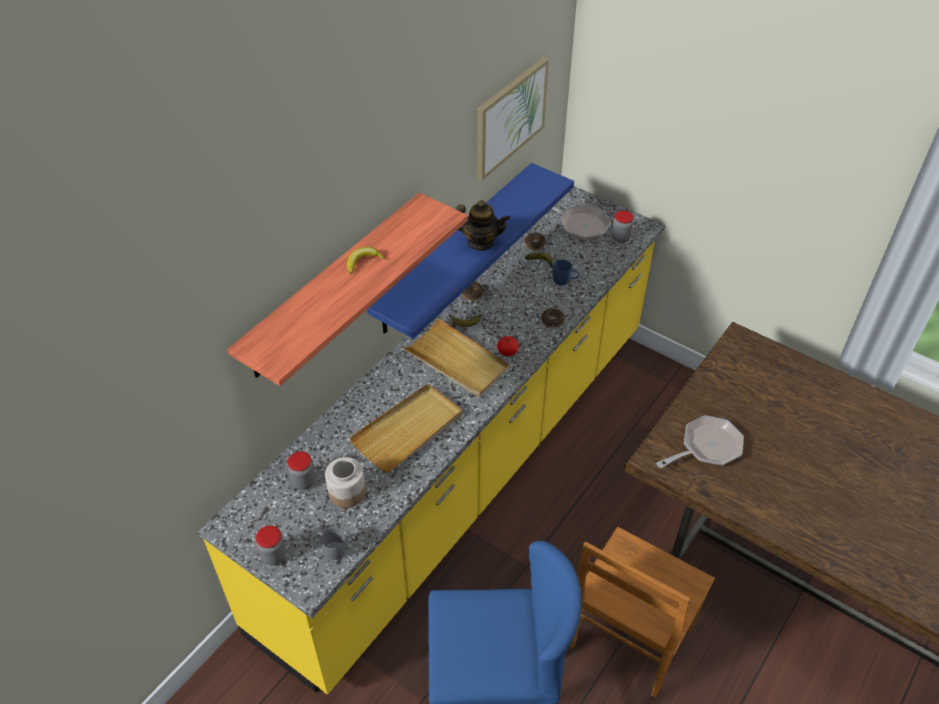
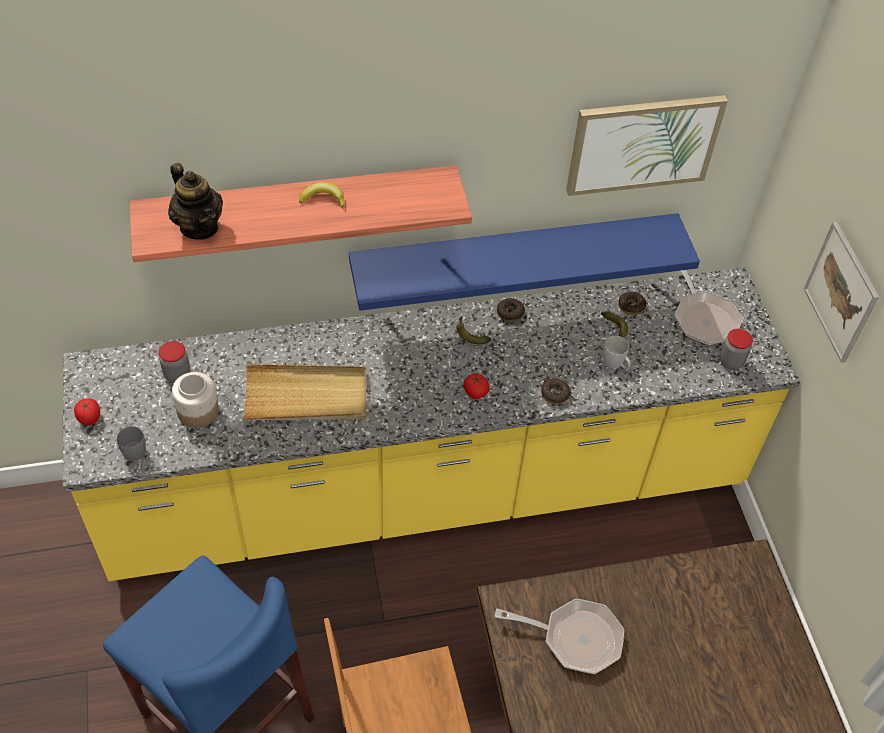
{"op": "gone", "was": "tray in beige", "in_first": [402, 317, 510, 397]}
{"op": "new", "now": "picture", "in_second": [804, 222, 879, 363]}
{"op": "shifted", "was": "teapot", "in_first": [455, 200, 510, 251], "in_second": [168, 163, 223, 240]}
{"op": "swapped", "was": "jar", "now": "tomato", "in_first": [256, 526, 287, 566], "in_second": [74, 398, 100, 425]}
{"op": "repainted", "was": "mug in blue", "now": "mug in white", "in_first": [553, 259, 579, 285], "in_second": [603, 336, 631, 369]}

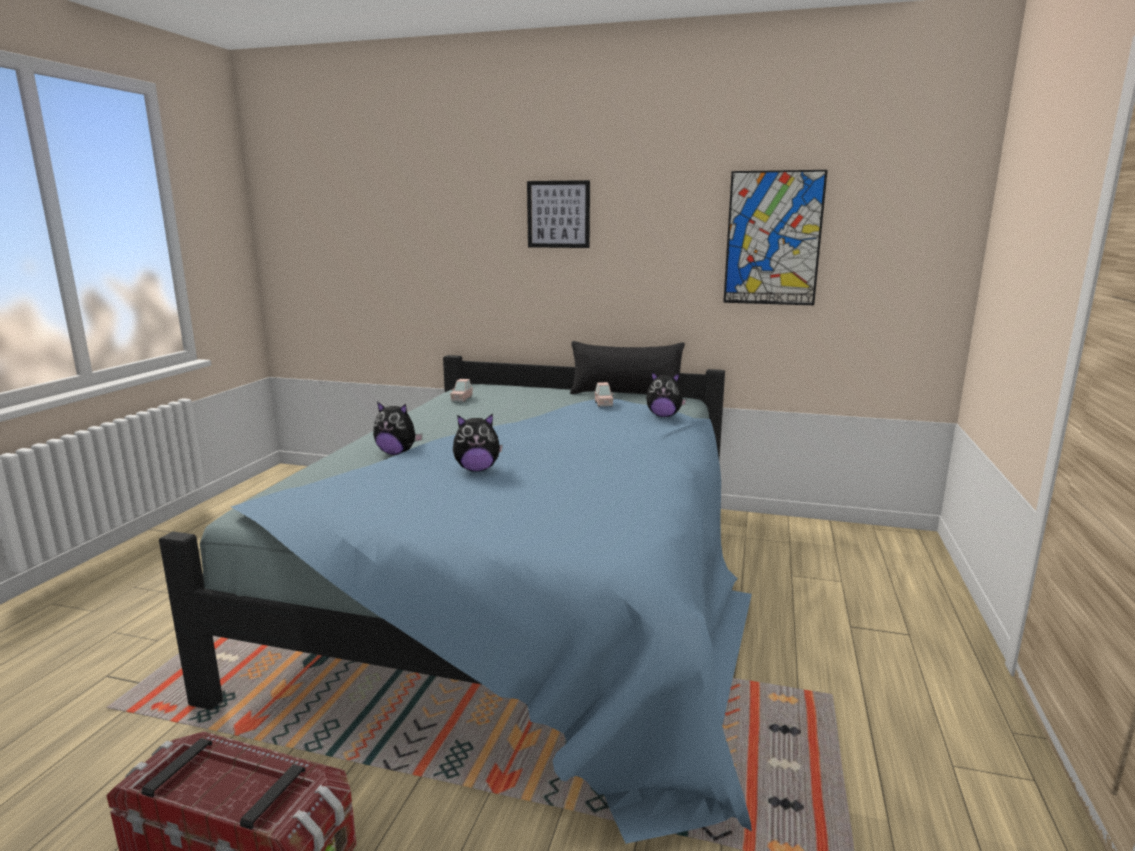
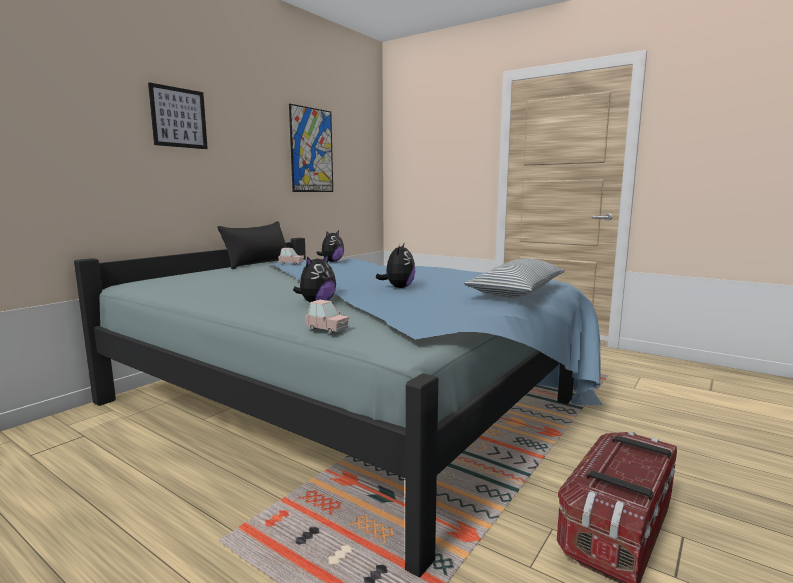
{"op": "new", "now": "pillow", "in_second": [464, 258, 565, 298]}
{"op": "shifted", "was": "toy car in pink", "in_first": [450, 379, 473, 402], "in_second": [305, 300, 349, 333]}

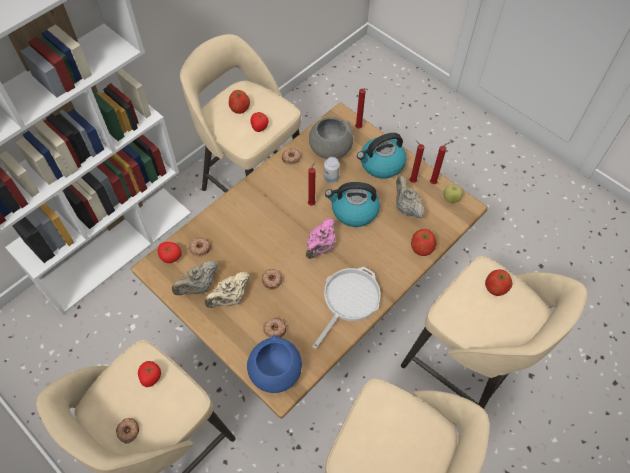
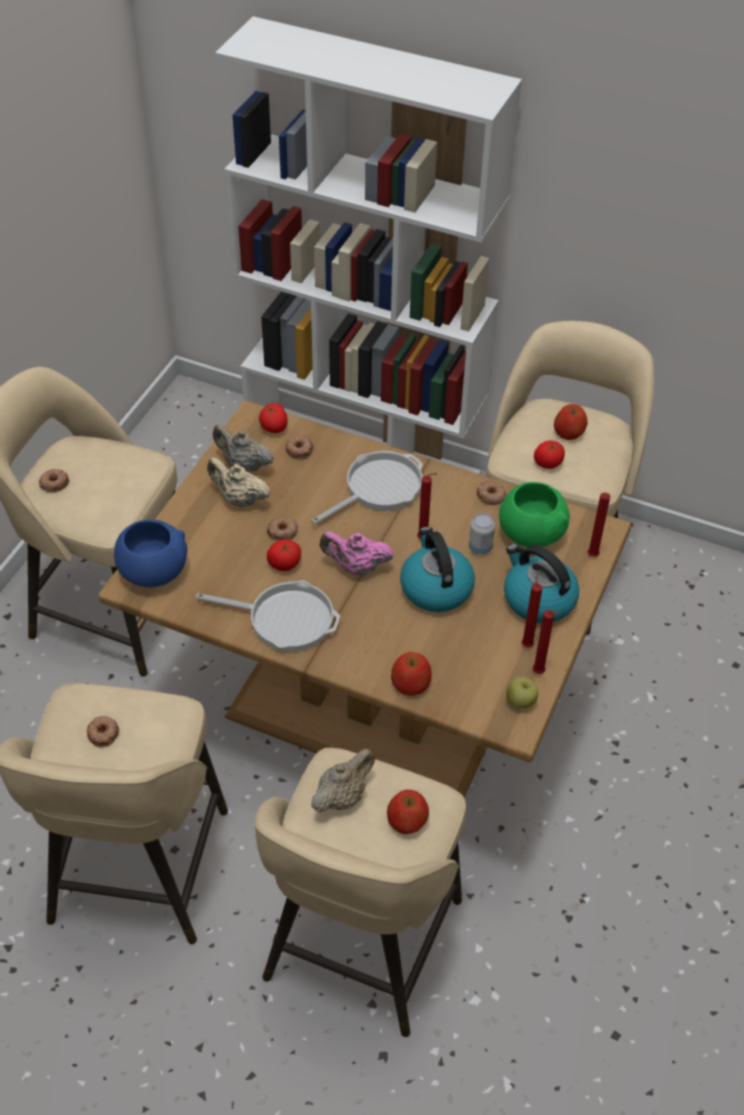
{"op": "new", "now": "frying pan", "in_second": [311, 451, 423, 524]}
{"op": "shifted", "was": "tomato", "in_first": [138, 361, 161, 387], "in_second": [267, 539, 301, 571]}
{"op": "shifted", "was": "donut", "in_first": [263, 318, 286, 338], "in_second": [87, 716, 119, 748]}
{"op": "shifted", "was": "teapot in beige", "in_first": [396, 176, 425, 218], "in_second": [311, 749, 375, 813]}
{"op": "repainted", "was": "bowl in grey", "now": "bowl in green", "in_first": [309, 117, 353, 159], "in_second": [499, 482, 570, 547]}

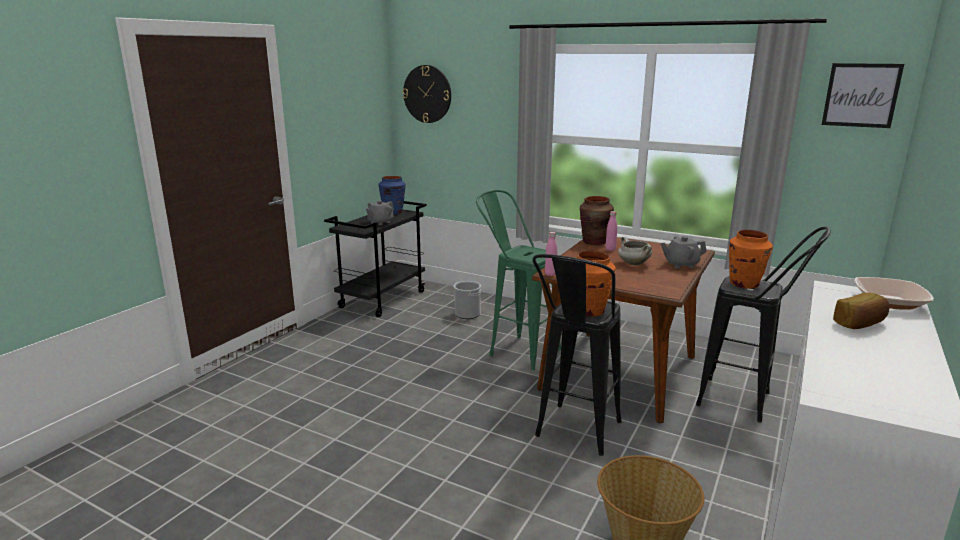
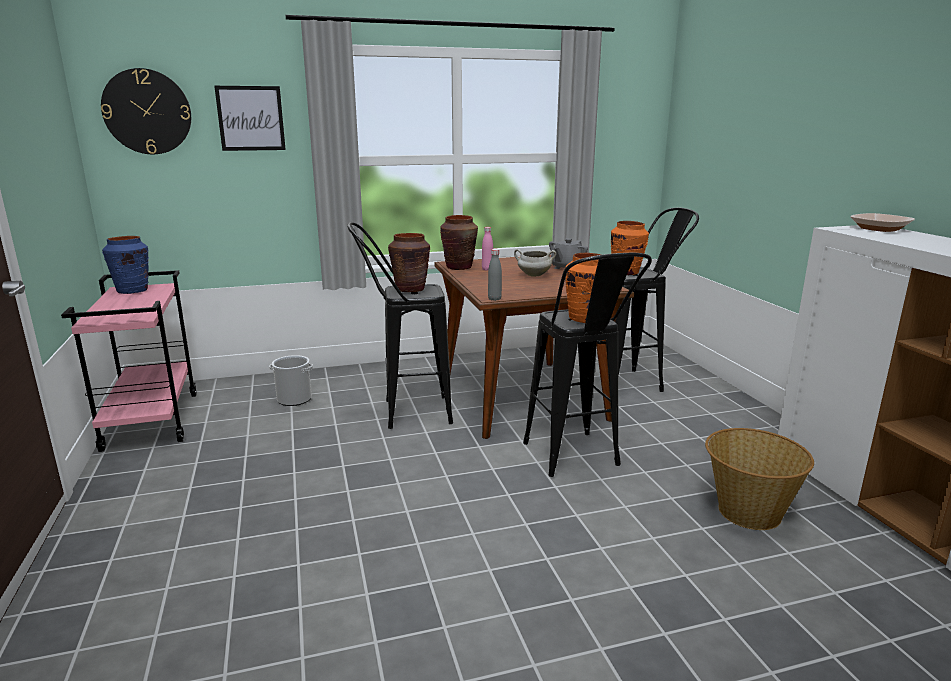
{"op": "gone", "was": "teapot in grey", "in_first": [366, 200, 394, 225]}
{"op": "gone", "was": "bread", "in_first": [833, 293, 889, 329]}
{"op": "new", "now": "vase in brown", "in_second": [388, 233, 430, 292]}
{"op": "shifted", "was": "picture", "in_first": [822, 63, 904, 128], "in_second": [214, 86, 286, 151]}
{"op": "repainted", "was": "cart in black", "now": "cart in pink", "in_first": [324, 201, 427, 317], "in_second": [61, 270, 197, 452]}
{"op": "repainted", "was": "stool in green", "now": "stool in black", "in_first": [476, 190, 561, 370], "in_second": [347, 222, 453, 429]}
{"op": "repainted", "was": "bottle in pink", "now": "bottle in grey", "in_first": [545, 232, 557, 276], "in_second": [488, 249, 502, 301]}

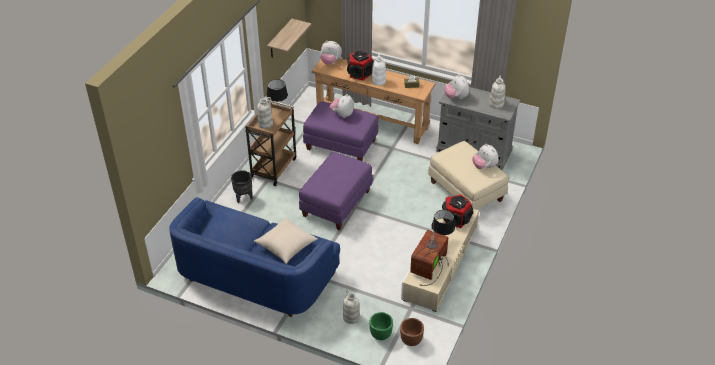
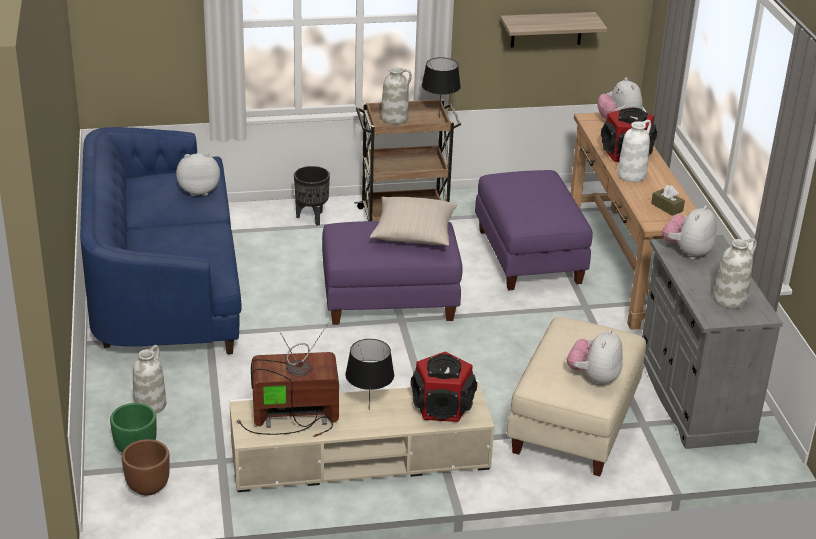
{"op": "shifted", "was": "pillow in beige", "in_first": [253, 217, 318, 264], "in_second": [370, 197, 457, 246]}
{"op": "shifted", "was": "plush toy", "in_first": [330, 94, 354, 118], "in_second": [176, 153, 220, 196]}

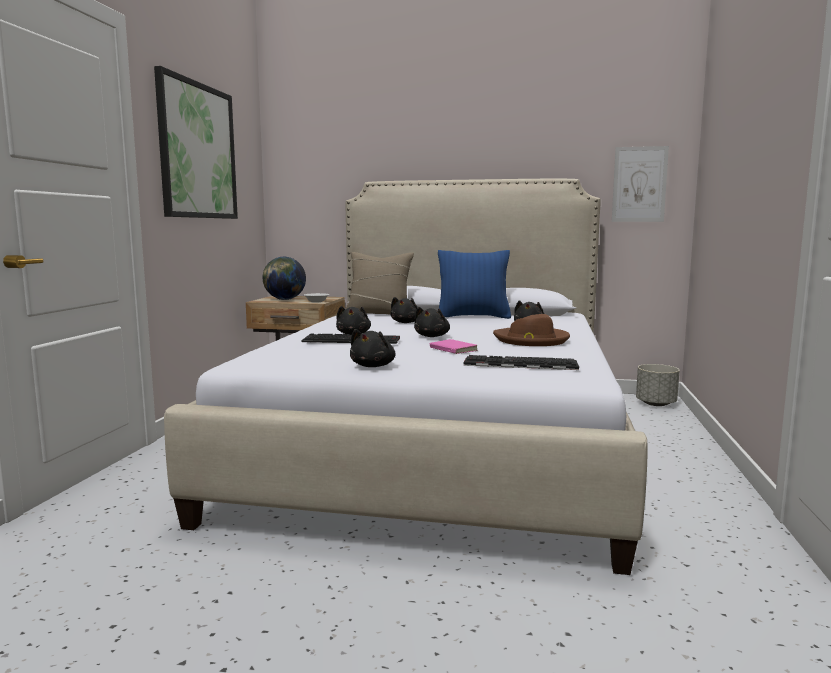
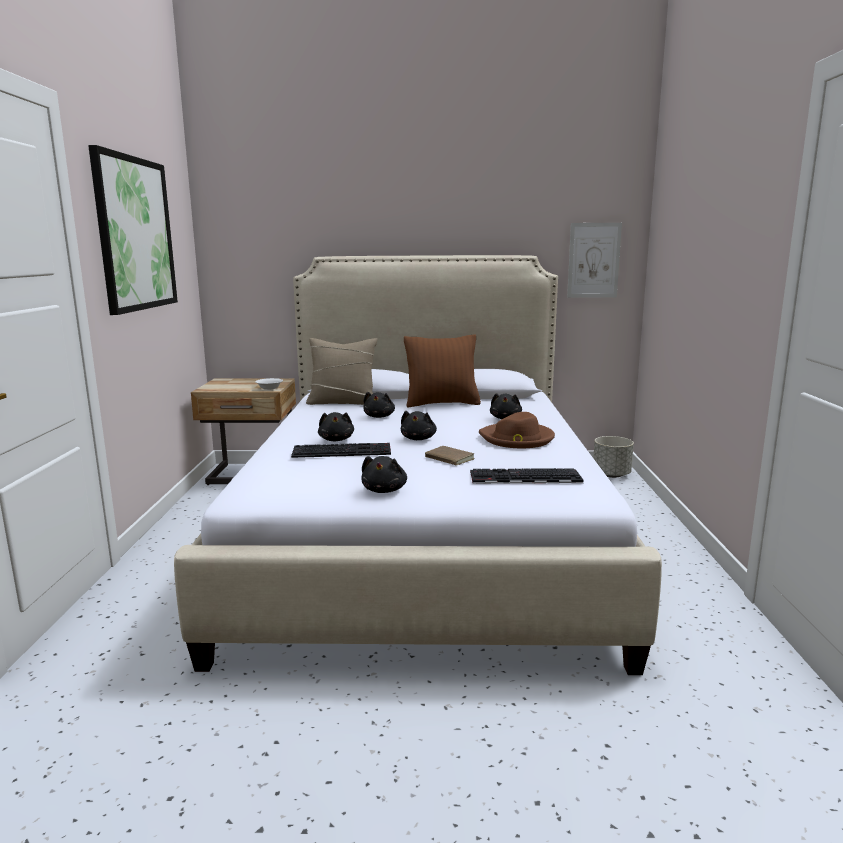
{"op": "gone", "was": "globe", "in_first": [262, 257, 306, 300]}
{"op": "repainted", "was": "book in pink", "now": "book in brown", "in_first": [430, 339, 478, 354], "in_second": [425, 446, 475, 466]}
{"op": "repainted", "was": "pillow in blue", "now": "pillow in brown", "in_first": [438, 250, 511, 319], "in_second": [404, 334, 481, 407]}

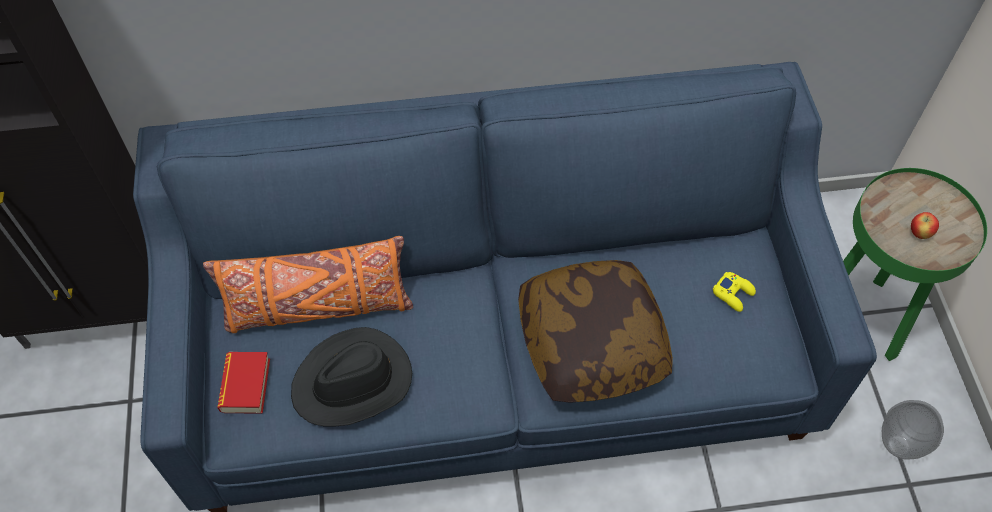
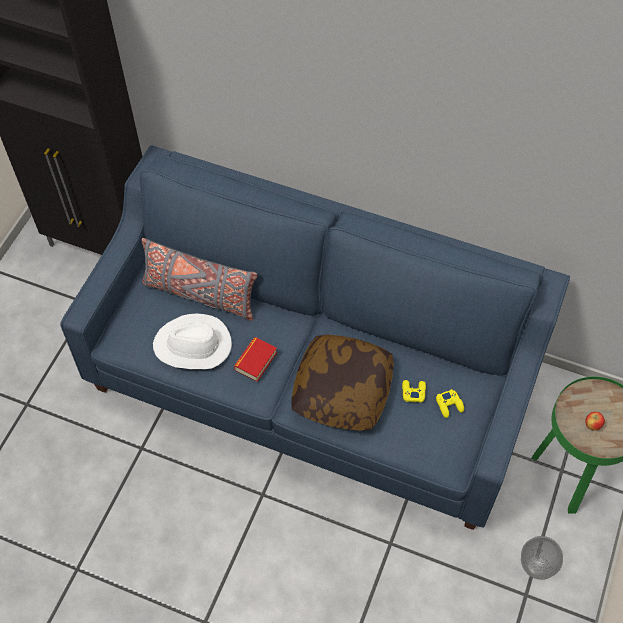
{"op": "new", "now": "game controller in yellow", "in_second": [402, 380, 426, 403]}
{"op": "shifted", "was": "book", "in_first": [218, 352, 270, 414], "in_second": [234, 337, 277, 382]}
{"op": "repainted", "was": "pillow in orange", "now": "pillow in grey", "in_first": [203, 236, 413, 333], "in_second": [141, 238, 257, 321]}
{"op": "repainted", "was": "hat in black", "now": "hat in white", "in_first": [291, 327, 412, 426], "in_second": [153, 313, 232, 369]}

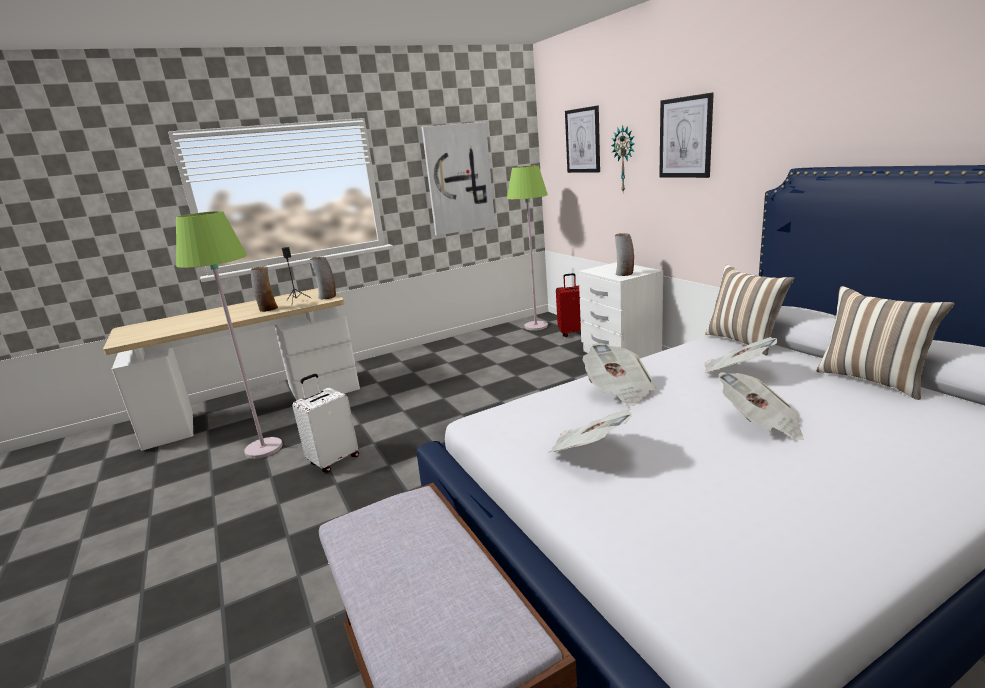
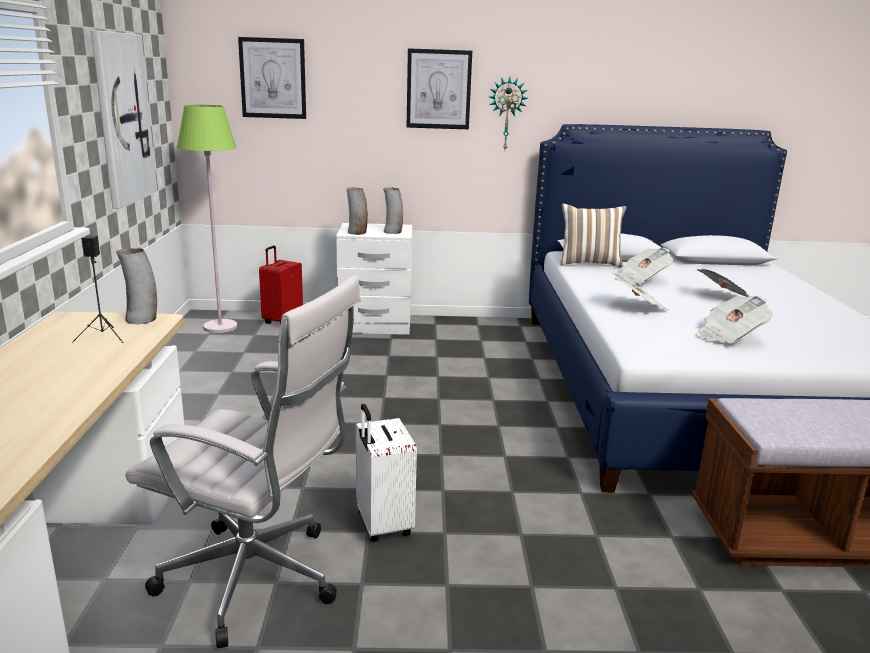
{"op": "gone", "was": "pillow", "in_first": [817, 286, 954, 400]}
{"op": "shifted", "was": "vase", "in_first": [251, 266, 278, 312], "in_second": [347, 187, 368, 235]}
{"op": "shifted", "was": "wall clock", "in_first": [611, 126, 635, 192], "in_second": [489, 77, 528, 150]}
{"op": "swapped", "was": "floor lamp in green", "now": "office chair in white", "in_first": [176, 211, 283, 459], "in_second": [126, 275, 361, 648]}

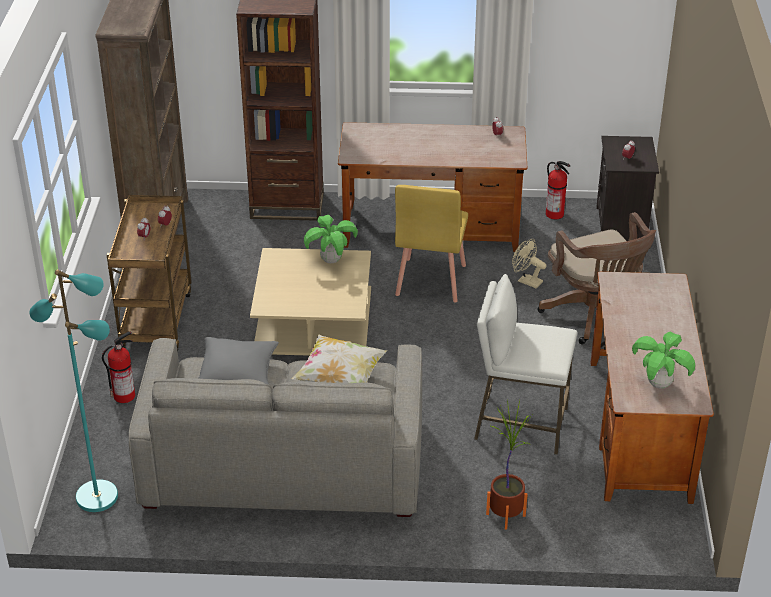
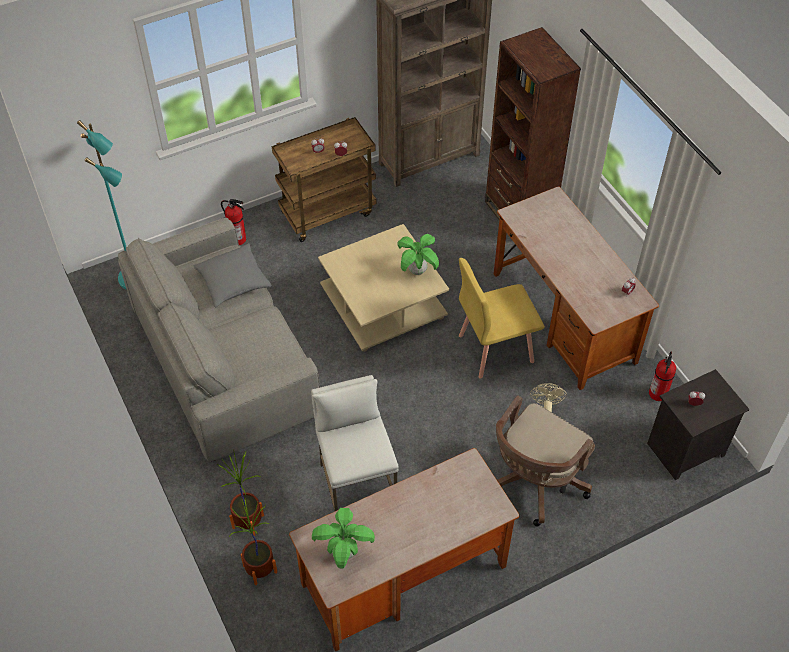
{"op": "gone", "was": "pillow", "in_first": [291, 335, 387, 383]}
{"op": "new", "now": "potted plant", "in_second": [229, 499, 277, 585]}

